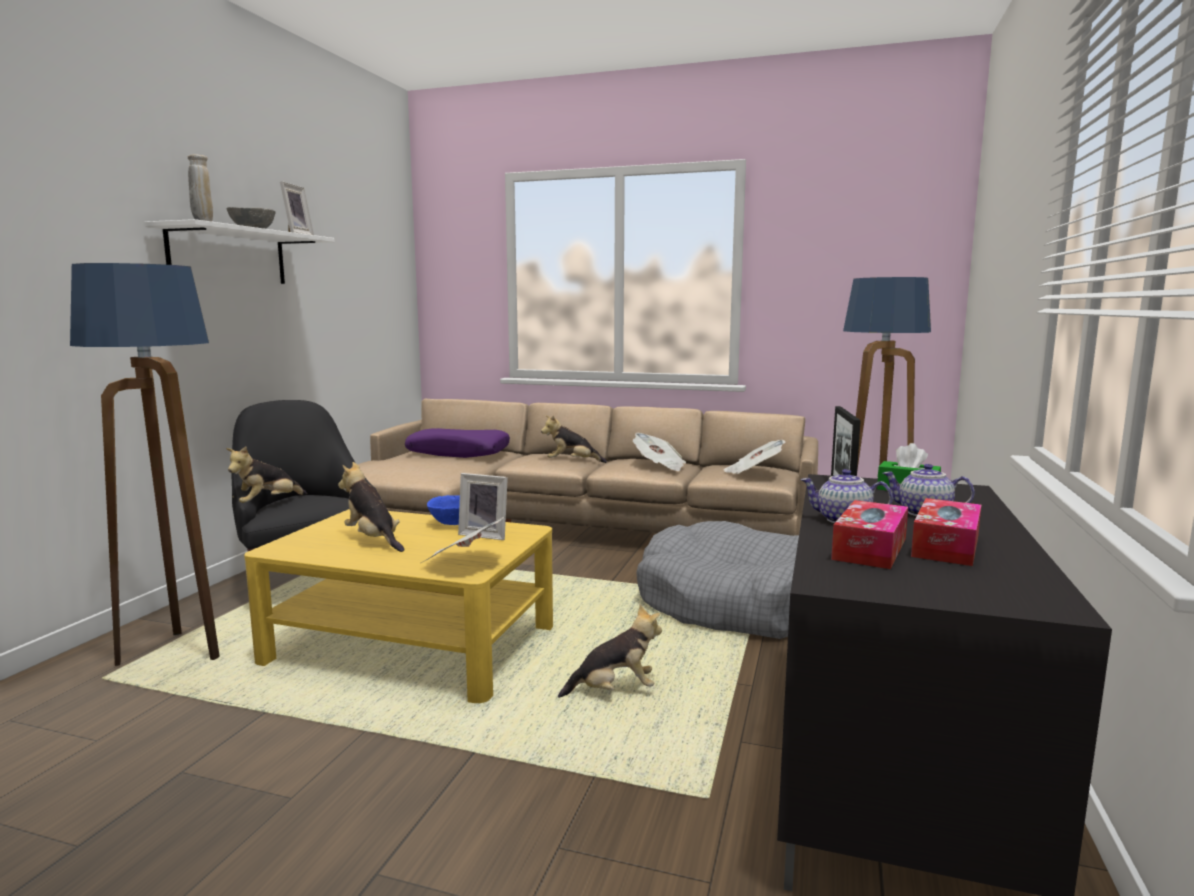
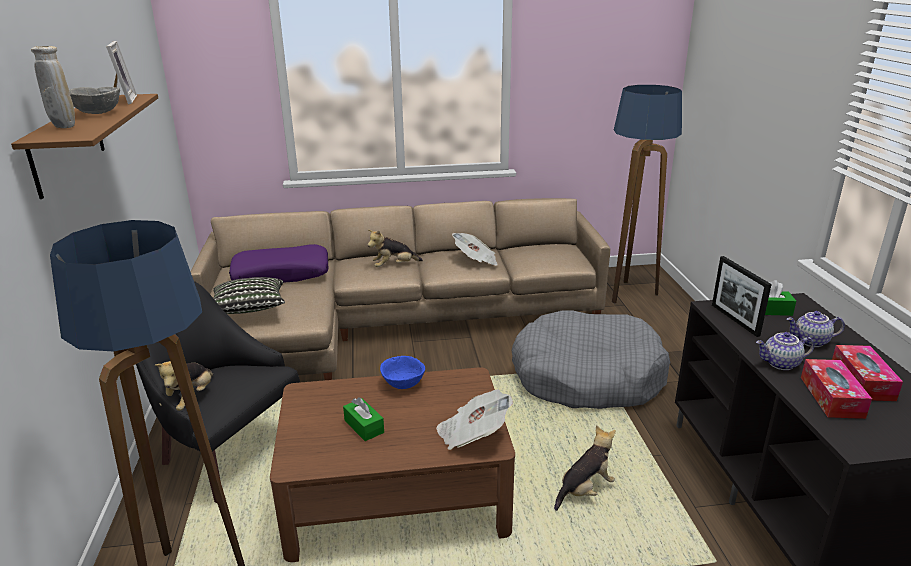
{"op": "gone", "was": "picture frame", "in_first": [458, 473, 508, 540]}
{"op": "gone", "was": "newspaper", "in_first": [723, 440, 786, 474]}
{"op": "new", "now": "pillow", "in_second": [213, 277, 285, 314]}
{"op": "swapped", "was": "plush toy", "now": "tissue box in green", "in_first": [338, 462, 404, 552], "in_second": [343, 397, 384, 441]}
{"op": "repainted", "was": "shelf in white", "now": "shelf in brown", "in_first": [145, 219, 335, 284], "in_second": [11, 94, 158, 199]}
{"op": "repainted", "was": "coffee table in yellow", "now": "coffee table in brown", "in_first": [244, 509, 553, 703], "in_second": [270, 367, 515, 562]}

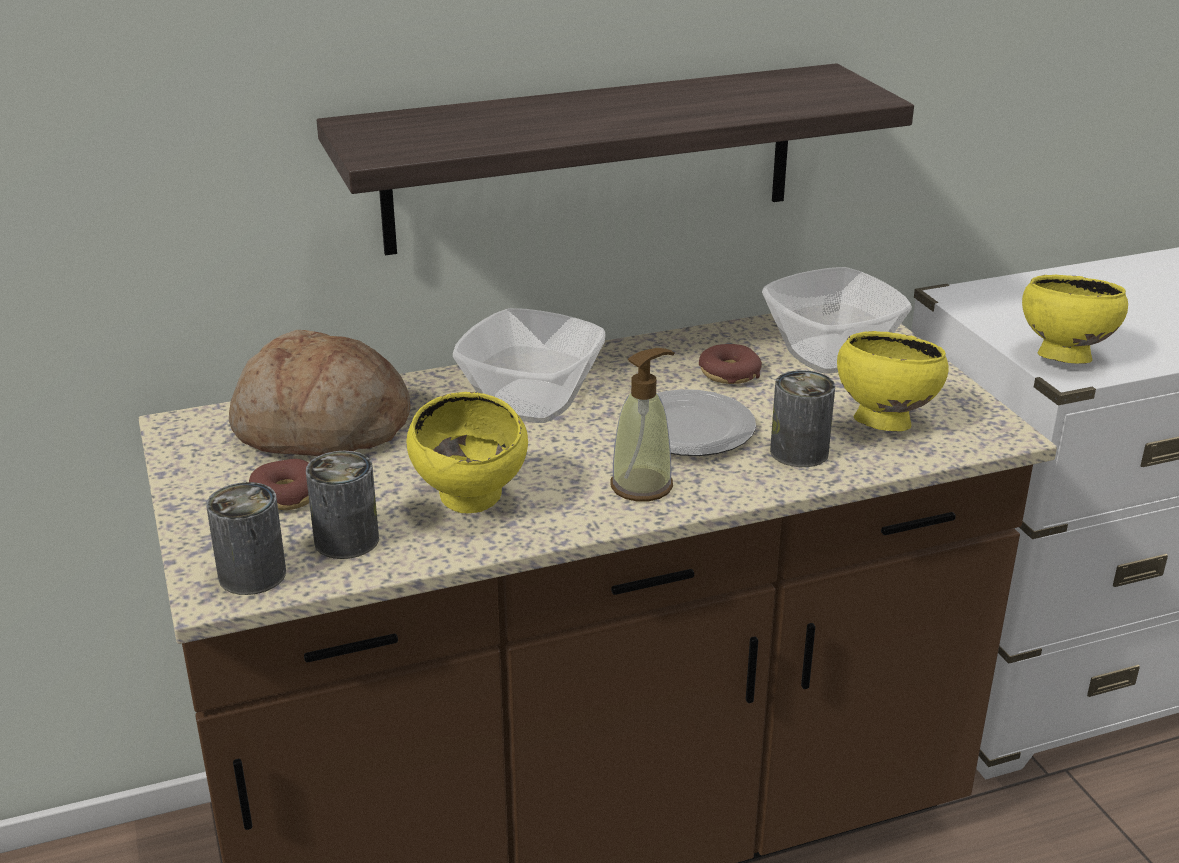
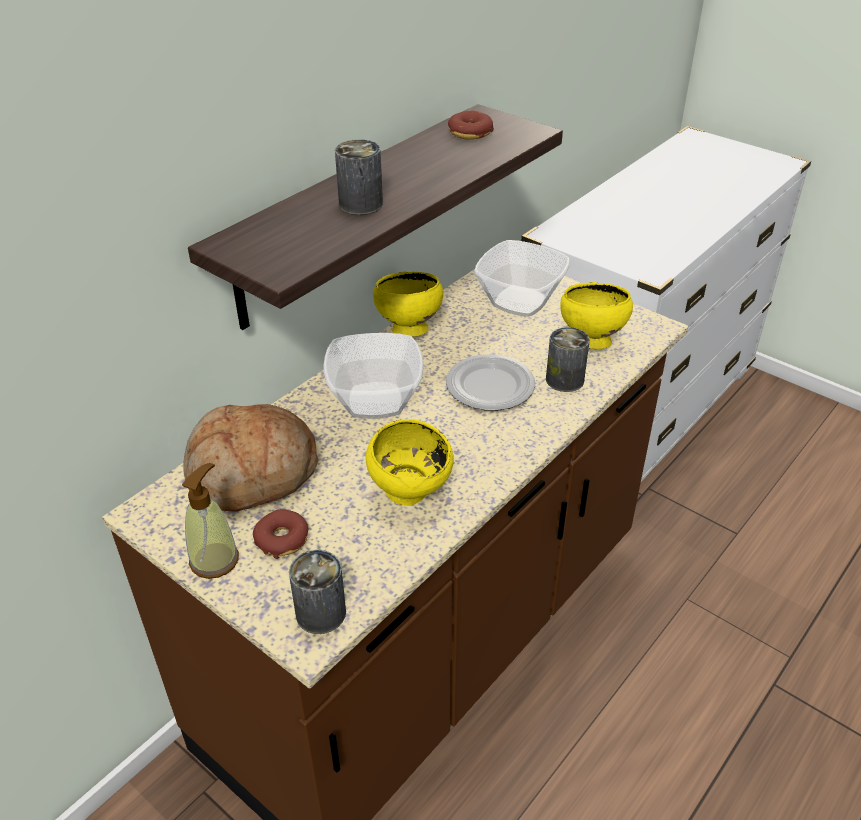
{"op": "shifted", "was": "can", "in_first": [306, 451, 379, 559], "in_second": [335, 139, 383, 215]}
{"op": "shifted", "was": "soap dispenser", "in_first": [610, 348, 674, 501], "in_second": [182, 463, 239, 579]}
{"op": "shifted", "was": "donut", "in_first": [699, 344, 762, 384], "in_second": [448, 111, 494, 140]}
{"op": "shifted", "was": "bowl in yellow", "in_first": [1022, 275, 1128, 364], "in_second": [373, 271, 443, 337]}

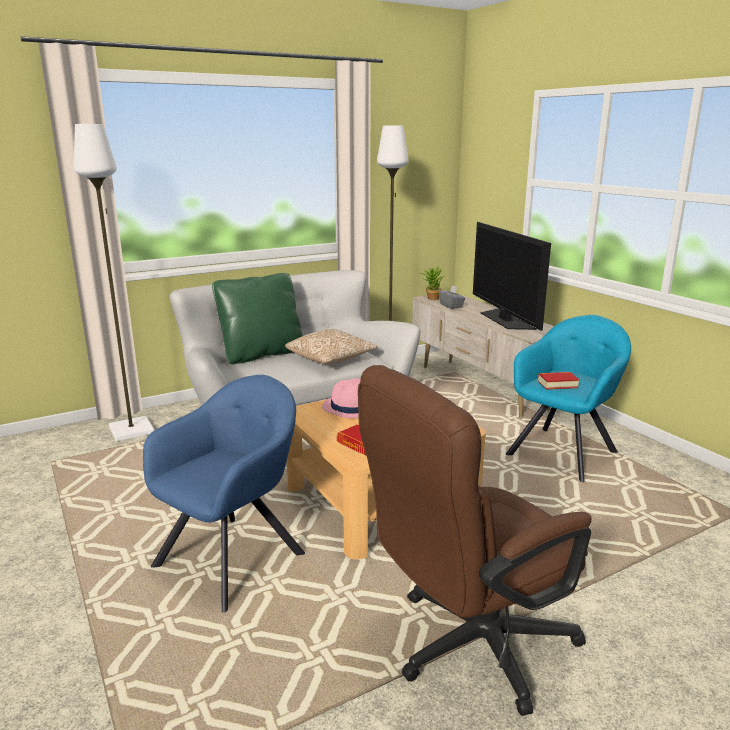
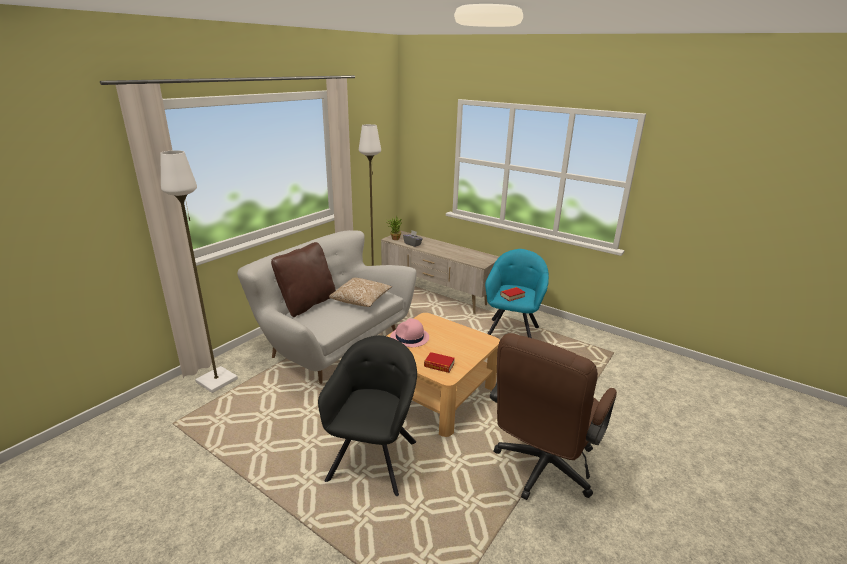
{"op": "gone", "was": "television", "in_first": [473, 222, 551, 331]}
{"op": "repainted", "was": "armchair in blue", "now": "armchair in black", "in_first": [143, 375, 305, 613], "in_second": [318, 335, 417, 496]}
{"op": "repainted", "was": "pillow in green", "now": "pillow in brown", "in_first": [212, 273, 303, 364], "in_second": [271, 242, 336, 317]}

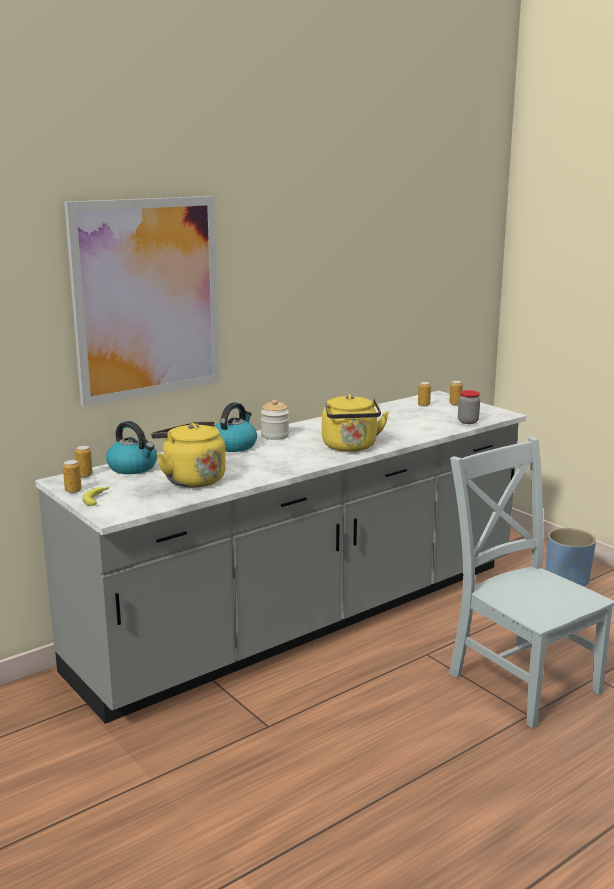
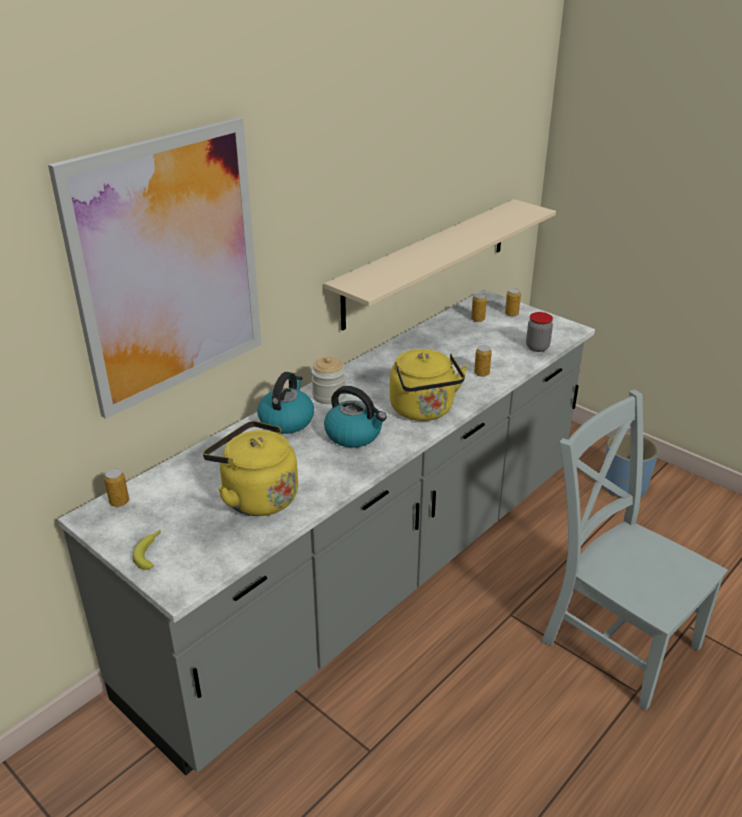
{"op": "new", "now": "shelf in beige", "in_second": [324, 199, 556, 331]}
{"op": "shifted", "was": "can", "in_first": [63, 460, 82, 493], "in_second": [474, 345, 492, 377]}
{"op": "shifted", "was": "kettle", "in_first": [106, 421, 157, 474], "in_second": [324, 386, 387, 448]}

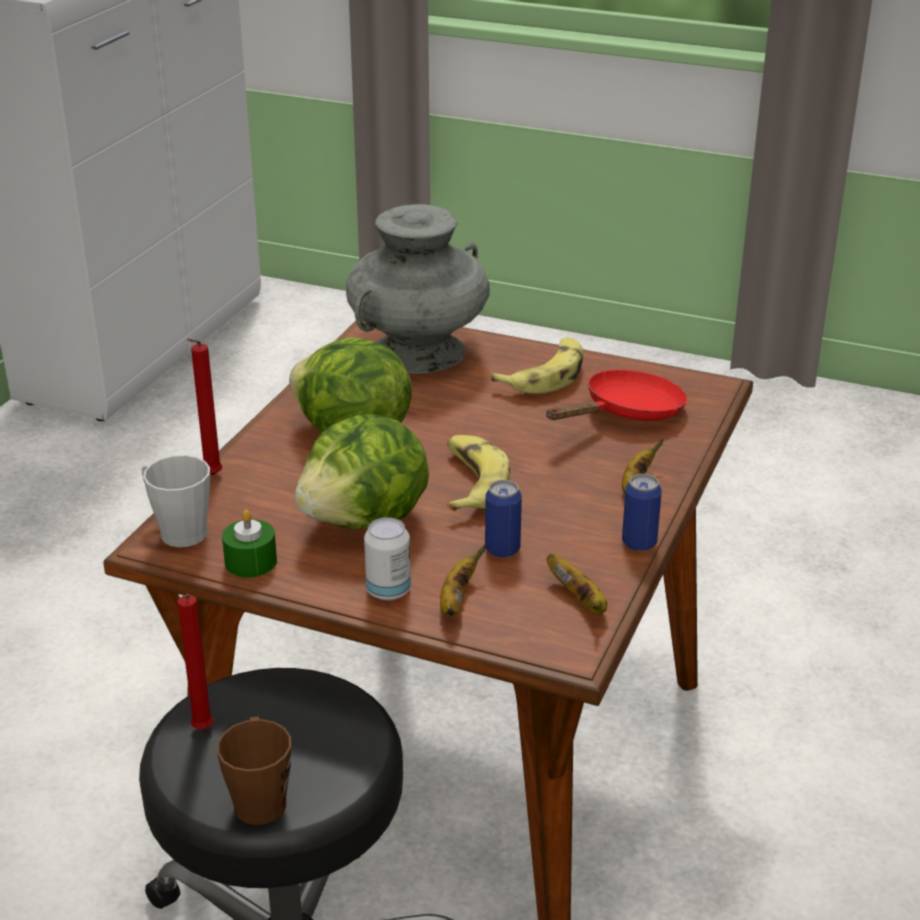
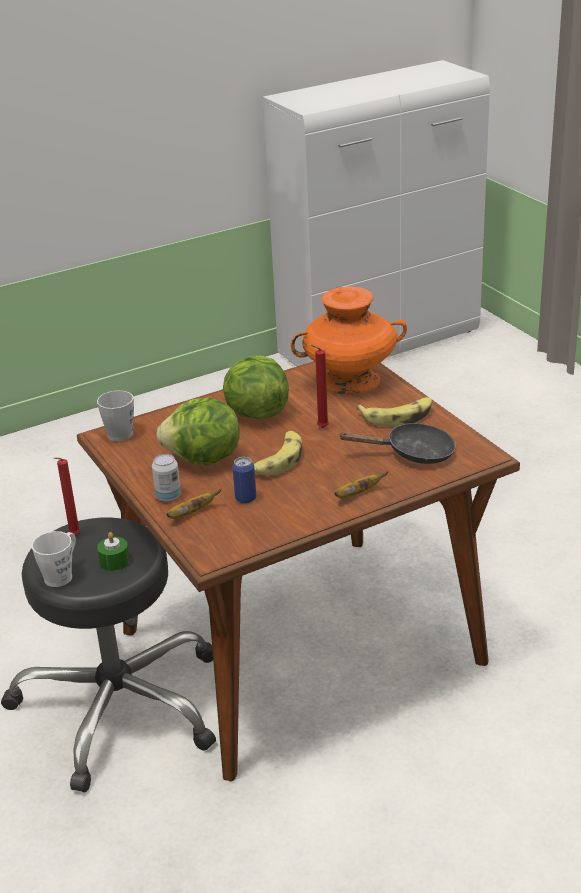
{"op": "gone", "was": "banana", "in_first": [547, 554, 607, 615]}
{"op": "gone", "was": "can", "in_first": [622, 474, 662, 551]}
{"op": "shifted", "was": "candle in red", "in_first": [187, 339, 222, 475], "in_second": [310, 345, 329, 428]}
{"op": "shifted", "was": "candle in green", "in_first": [222, 510, 277, 578], "in_second": [97, 532, 130, 571]}
{"op": "repainted", "was": "mug in brown", "now": "mug in white", "in_first": [217, 716, 291, 825], "in_second": [32, 531, 76, 587]}
{"op": "repainted", "was": "vase in grey", "now": "vase in orange", "in_first": [346, 204, 490, 374], "in_second": [291, 286, 407, 395]}
{"op": "repainted", "was": "frying pan in red", "now": "frying pan in black", "in_first": [546, 370, 688, 421], "in_second": [338, 423, 456, 464]}

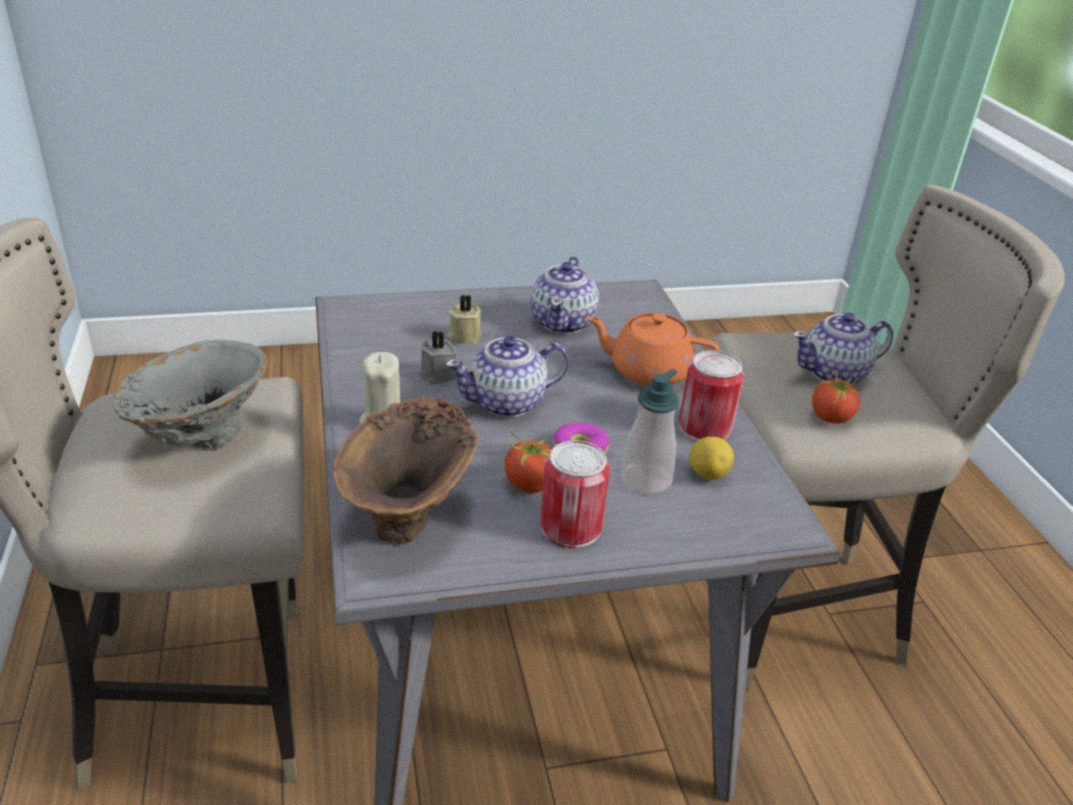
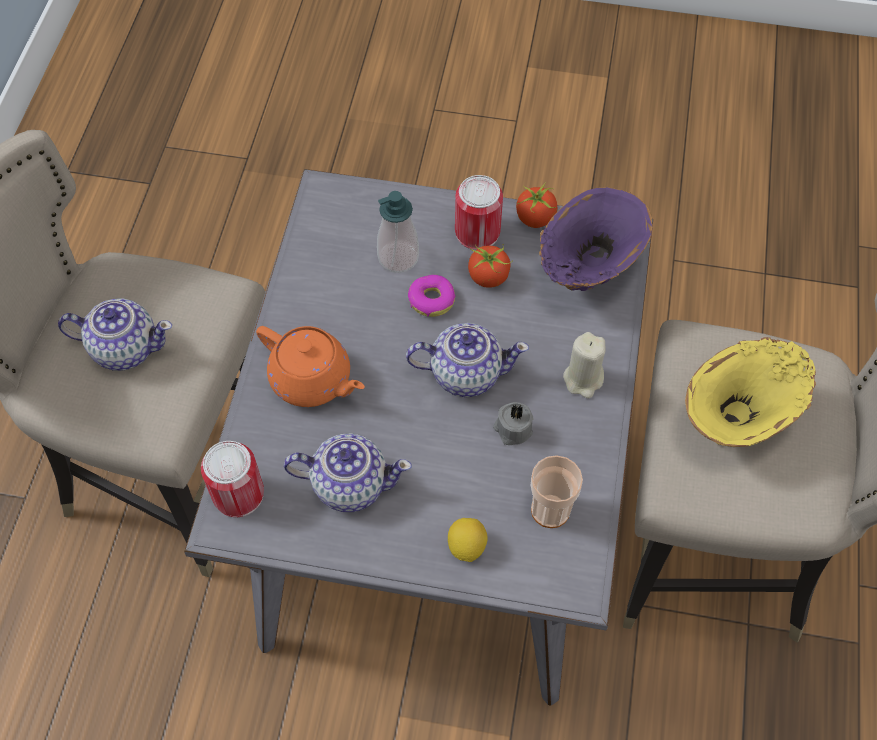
{"op": "gone", "was": "candle in beige", "in_first": [447, 295, 482, 344]}
{"op": "new", "now": "cup", "in_second": [531, 455, 583, 528]}
{"op": "shifted", "was": "can", "in_first": [679, 350, 744, 441], "in_second": [201, 441, 264, 517]}
{"op": "shifted", "was": "lemon", "in_first": [690, 437, 734, 480], "in_second": [448, 518, 488, 562]}
{"op": "shifted", "was": "tomato", "in_first": [812, 369, 860, 423], "in_second": [516, 182, 557, 228]}
{"op": "repainted", "was": "vase in grey", "now": "vase in yellow", "in_first": [112, 340, 268, 448], "in_second": [685, 337, 816, 447]}
{"op": "repainted", "was": "vase in brown", "now": "vase in purple", "in_first": [333, 396, 479, 544], "in_second": [539, 187, 653, 291]}
{"op": "rotated", "was": "teapot", "in_first": [530, 257, 599, 334], "in_second": [284, 433, 412, 512], "clockwise": 60}

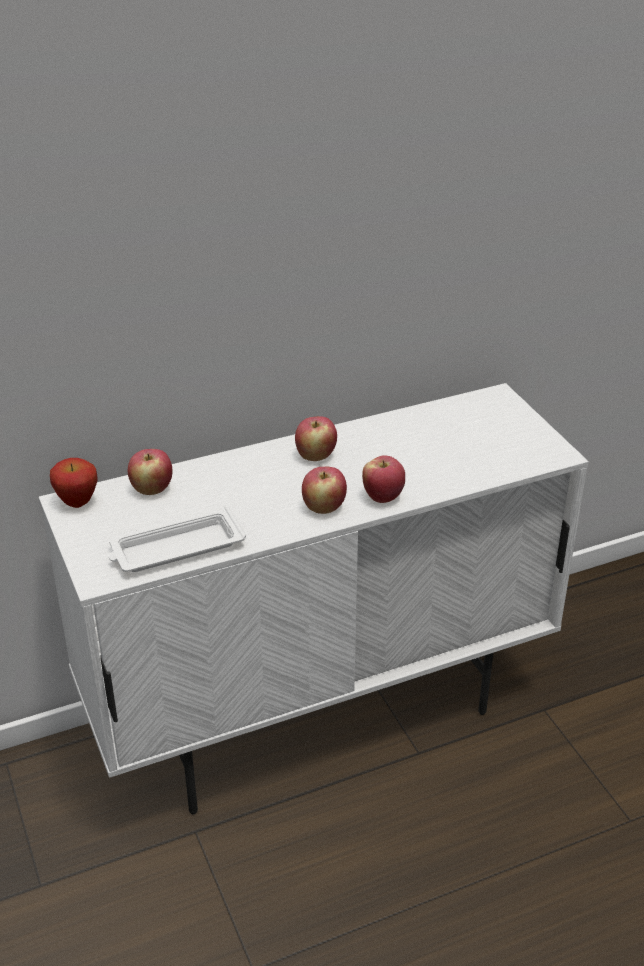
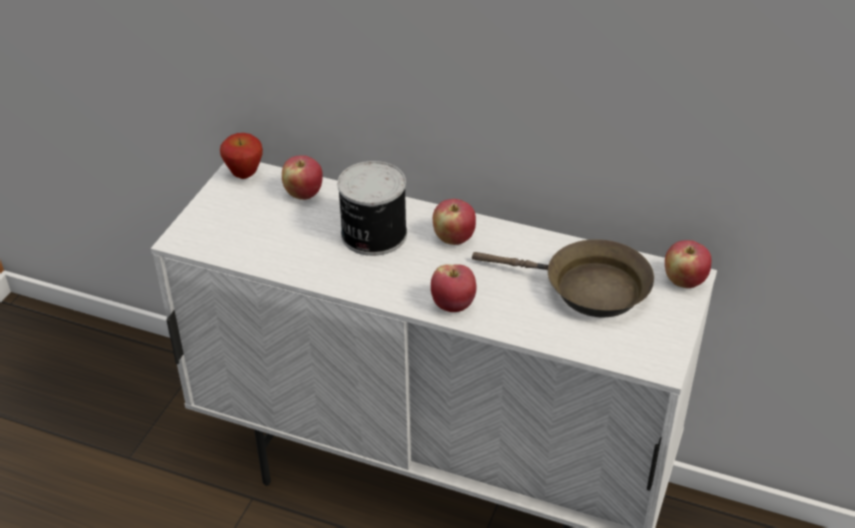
{"op": "gone", "was": "tray in white", "in_first": [109, 506, 246, 572]}
{"op": "new", "now": "can", "in_second": [337, 161, 407, 256]}
{"op": "new", "now": "frying pan in brown", "in_second": [472, 239, 654, 317]}
{"op": "shifted", "was": "apple", "in_first": [302, 467, 347, 514], "in_second": [665, 240, 711, 288]}

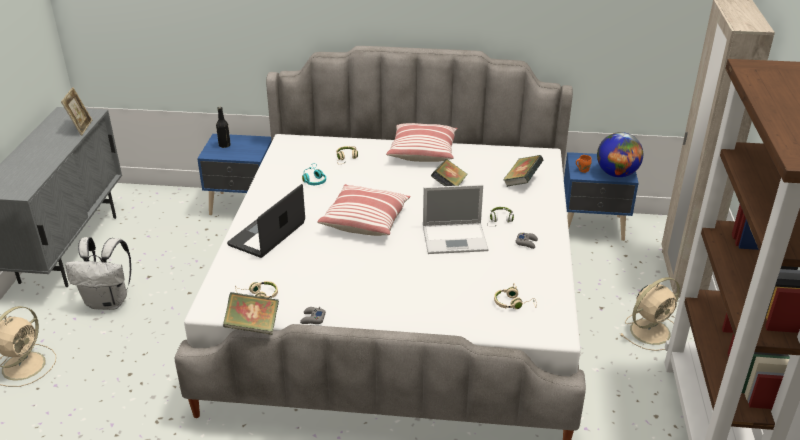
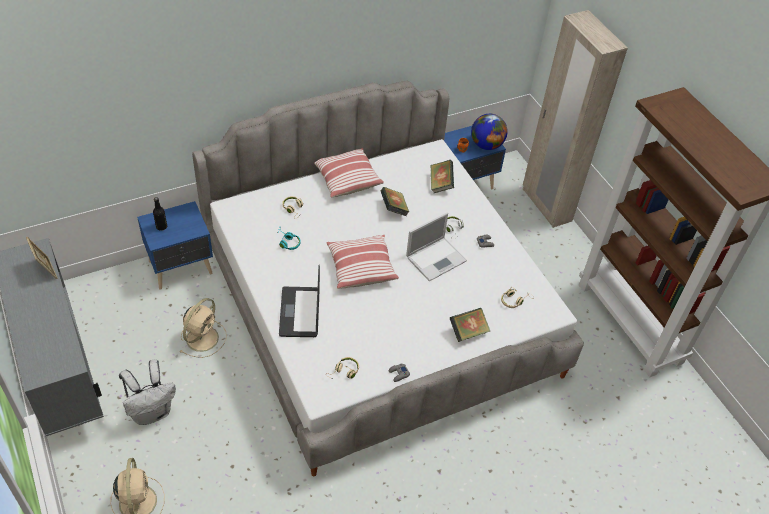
{"op": "shifted", "was": "book", "in_first": [223, 292, 279, 335], "in_second": [450, 308, 490, 342]}
{"op": "shifted", "was": "fan in beige", "in_first": [620, 277, 680, 351], "in_second": [180, 298, 227, 358]}

